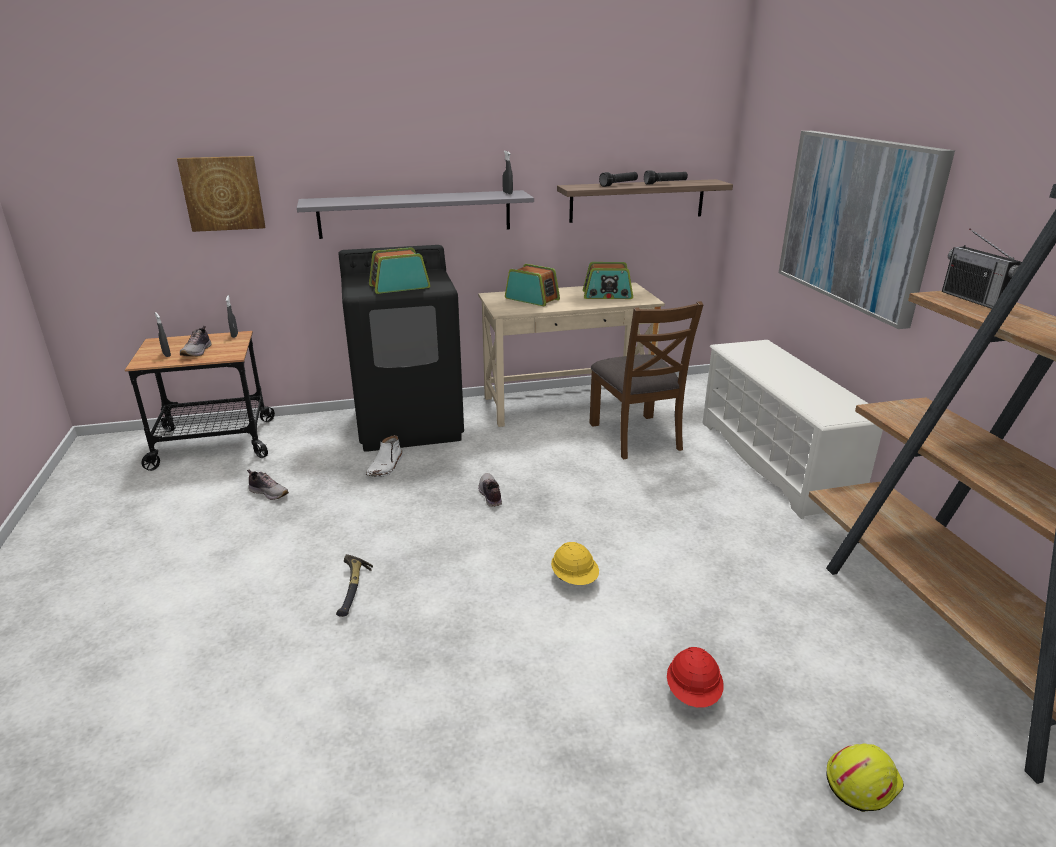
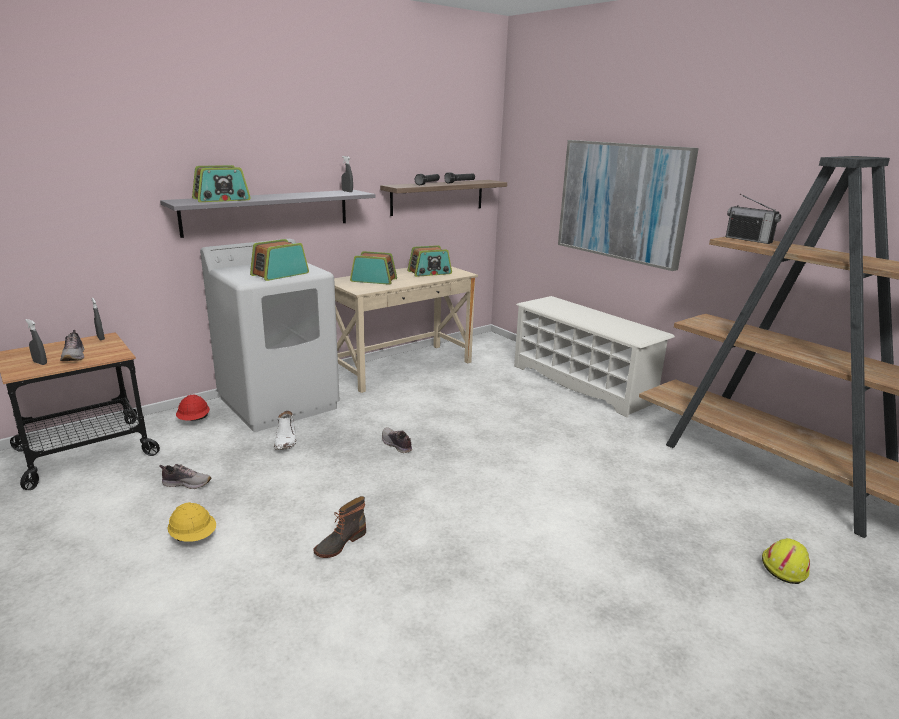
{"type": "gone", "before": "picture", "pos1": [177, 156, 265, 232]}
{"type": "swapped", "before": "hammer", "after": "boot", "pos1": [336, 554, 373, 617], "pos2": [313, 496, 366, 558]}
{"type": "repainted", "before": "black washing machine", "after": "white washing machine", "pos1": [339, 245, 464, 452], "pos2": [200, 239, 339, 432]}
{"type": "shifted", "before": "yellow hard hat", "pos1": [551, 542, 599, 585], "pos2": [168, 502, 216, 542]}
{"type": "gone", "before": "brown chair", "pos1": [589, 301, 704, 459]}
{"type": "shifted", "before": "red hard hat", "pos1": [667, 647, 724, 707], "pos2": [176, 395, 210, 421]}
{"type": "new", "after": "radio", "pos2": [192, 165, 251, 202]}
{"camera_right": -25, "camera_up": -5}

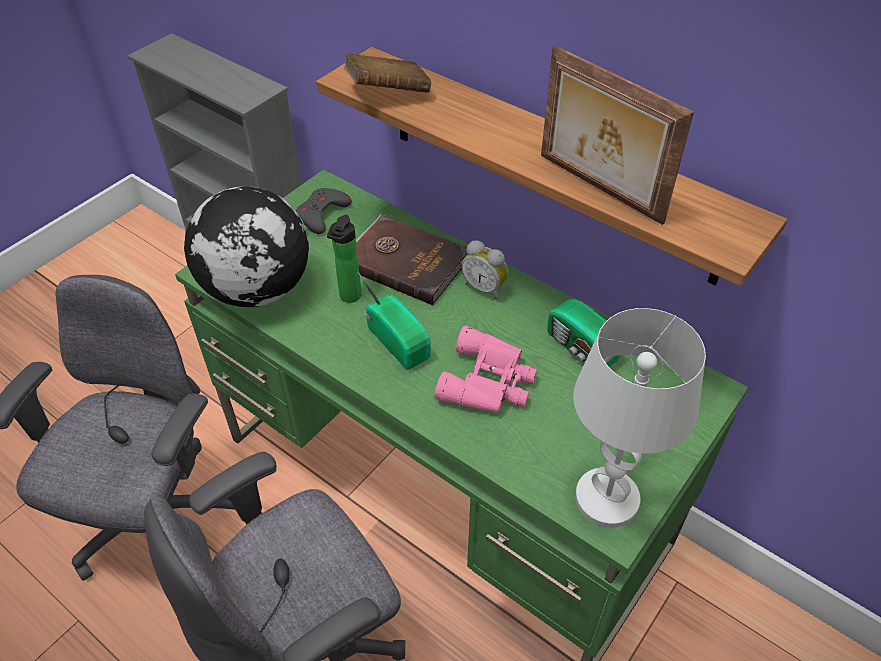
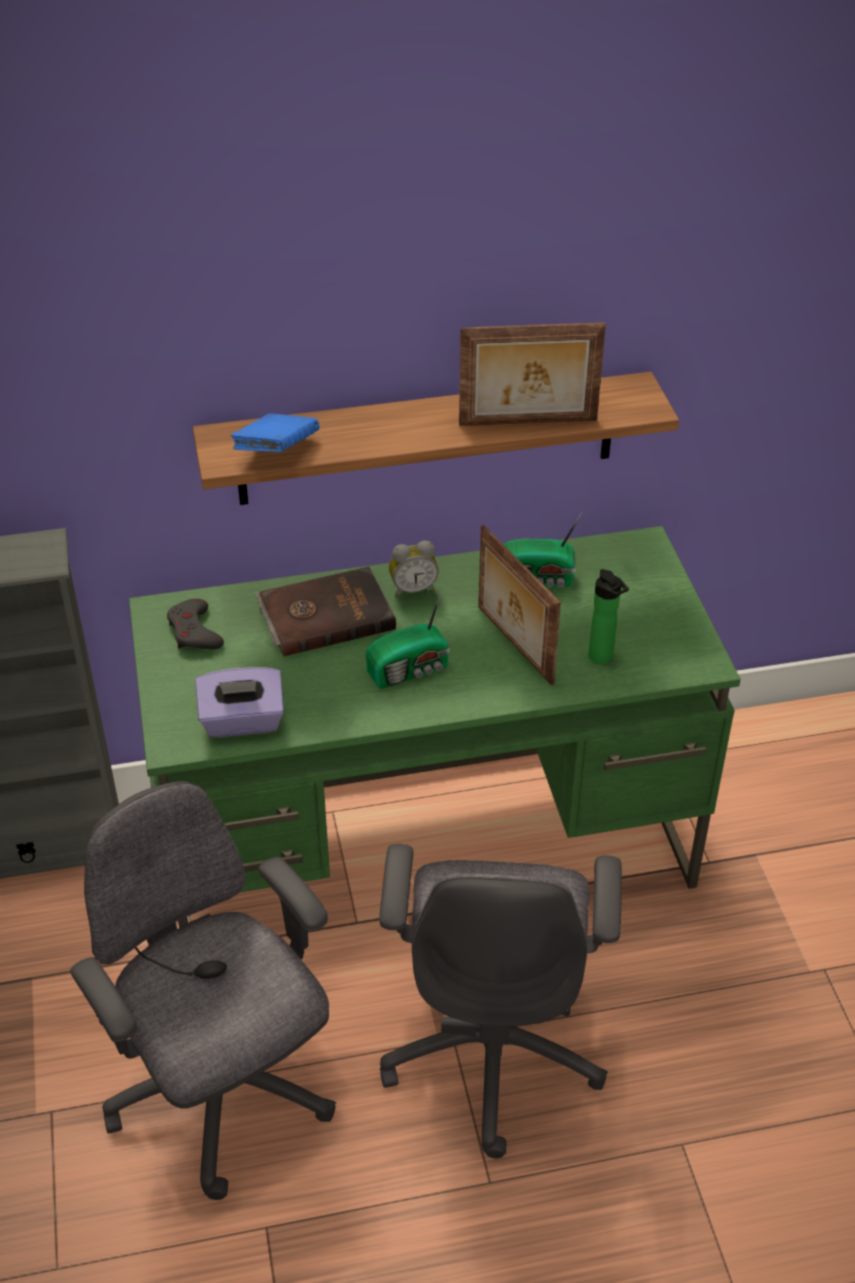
{"type": "swapped", "before": "globe", "after": "purple tissue box", "pos1": [184, 187, 309, 307], "pos2": [195, 667, 284, 737]}
{"type": "shifted", "before": "bottle", "pos1": [327, 215, 362, 303], "pos2": [589, 569, 629, 665]}
{"type": "repainted", "before": "brown book", "after": "blue book", "pos1": [343, 53, 431, 93], "pos2": [231, 414, 319, 452]}
{"type": "rotated", "before": "radio", "pos1": [358, 272, 431, 370], "pos2": [366, 589, 450, 689], "turn": 150}
{"type": "swapped", "before": "pink binoculars", "after": "picture frame", "pos1": [434, 326, 537, 413], "pos2": [478, 525, 561, 686]}
{"type": "gone", "before": "white table lamp", "pos1": [573, 308, 706, 528]}
{"camera_right": -50, "camera_up": -5}

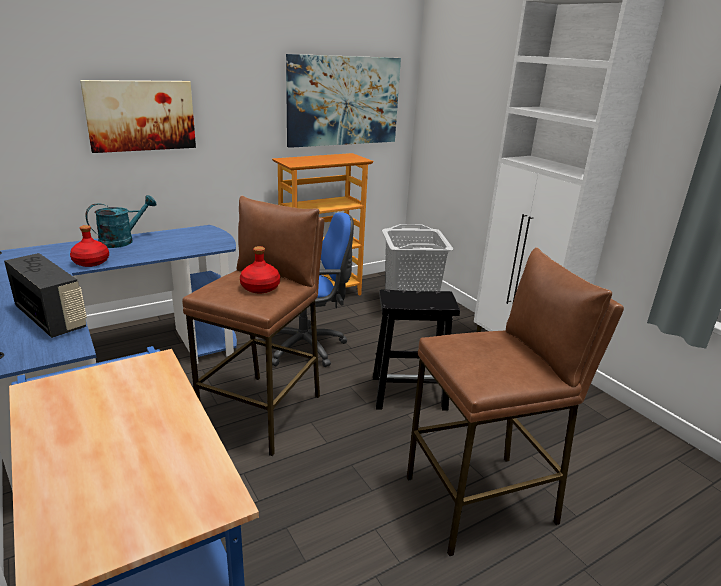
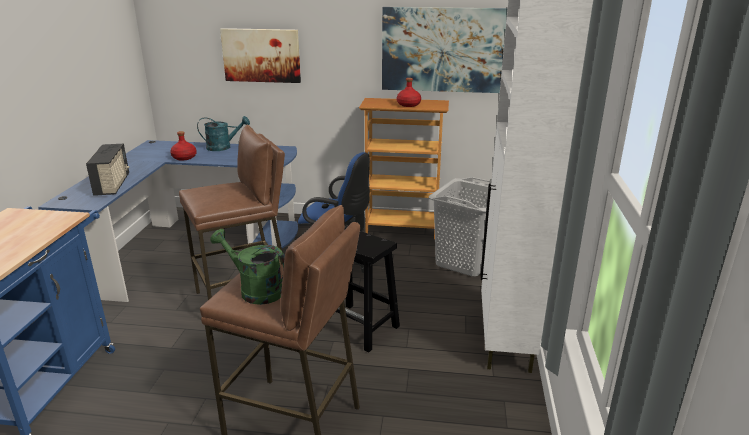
{"type": "shifted", "before": "red bottle", "pos1": [240, 246, 280, 293], "pos2": [397, 78, 421, 107]}
{"type": "new", "after": "green watering can", "pos2": [210, 229, 285, 305]}
{"camera_right": 40, "camera_up": 0}

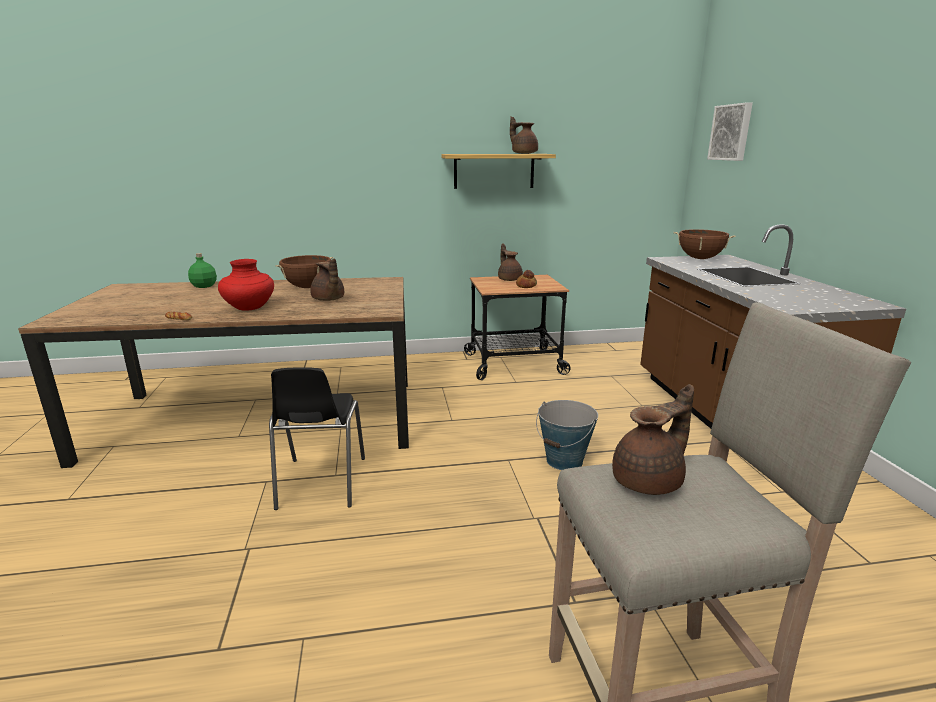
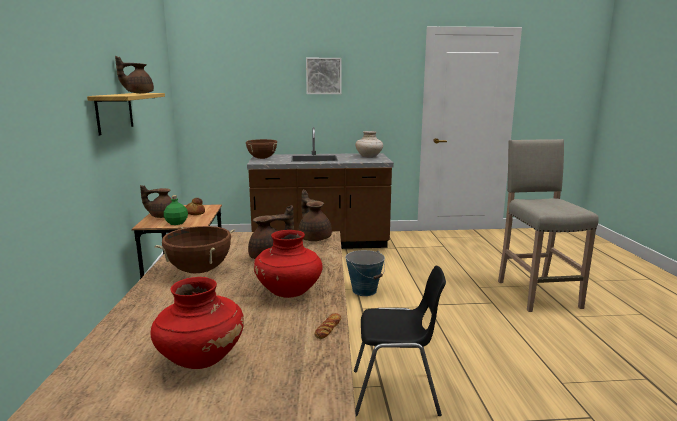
{"type": "shifted", "before": "green bottle", "pos1": [188, 253, 217, 288], "pos2": [164, 195, 188, 225]}
{"type": "shifted", "before": "brown teapot", "pos1": [612, 384, 694, 495], "pos2": [298, 190, 332, 241]}
{"type": "shifted", "before": "picture", "pos1": [707, 102, 753, 161], "pos2": [306, 58, 342, 94]}
{"type": "new", "after": "red vase", "pos2": [150, 277, 244, 369]}
{"type": "new", "after": "beige vase", "pos2": [355, 131, 383, 158]}
{"camera_right": -85, "camera_up": -5}

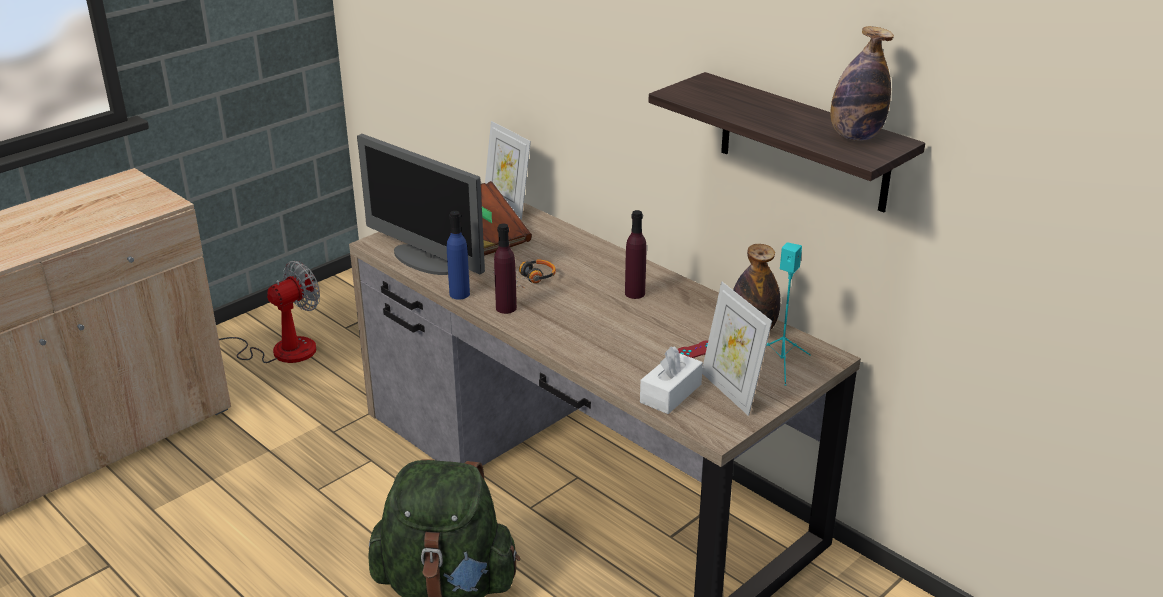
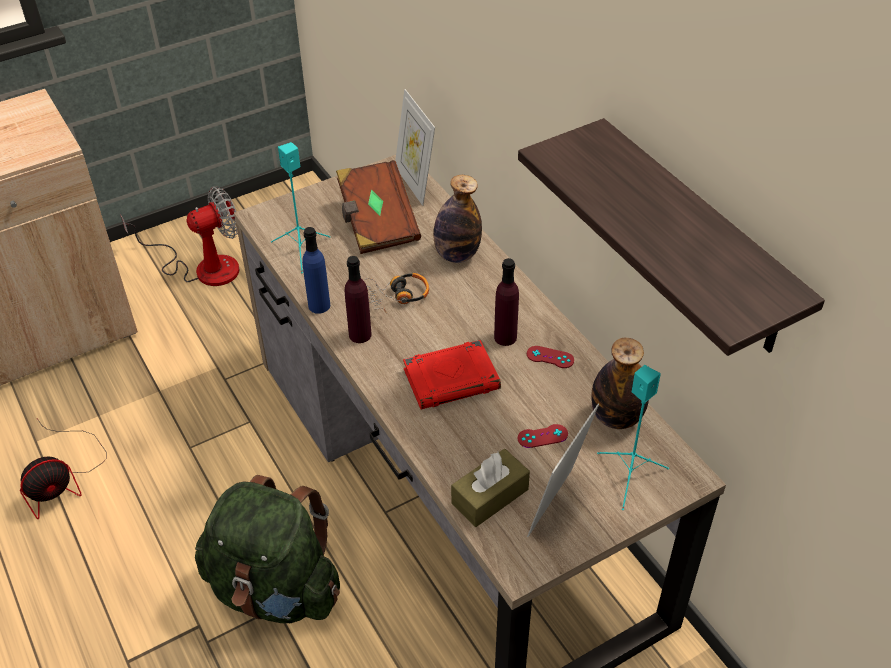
{"type": "swapped", "before": "monitor", "after": "turquoise speaker", "pos1": [357, 134, 485, 275], "pos2": [271, 142, 330, 273]}
{"type": "repainted", "before": "white tissue box", "after": "brown tissue box", "pos1": [640, 346, 703, 414], "pos2": [451, 449, 530, 527]}
{"type": "rotated", "before": "picture frame", "pos1": [702, 282, 772, 416], "pos2": [527, 404, 599, 537], "turn": 45}
{"type": "shifted", "before": "bottle", "pos1": [830, 26, 894, 141], "pos2": [433, 175, 482, 263]}
{"type": "new", "after": "fan", "pos2": [20, 419, 107, 519]}
{"type": "new", "after": "red book", "pos2": [403, 340, 501, 409]}
{"type": "new", "after": "red game controller", "pos2": [527, 346, 574, 368]}
{"camera_right": 15, "camera_up": 15}

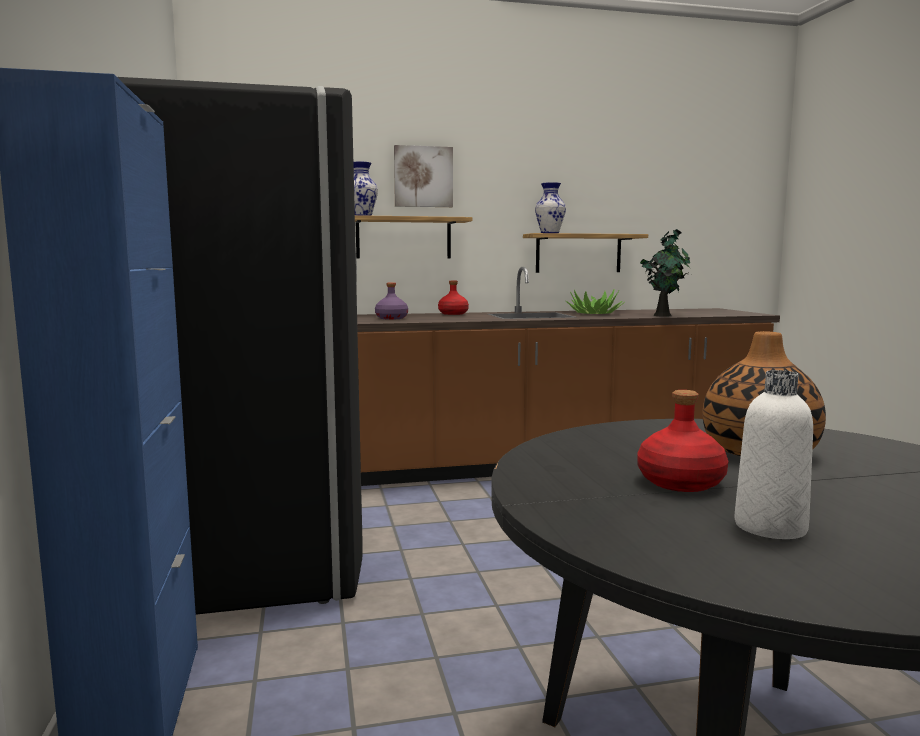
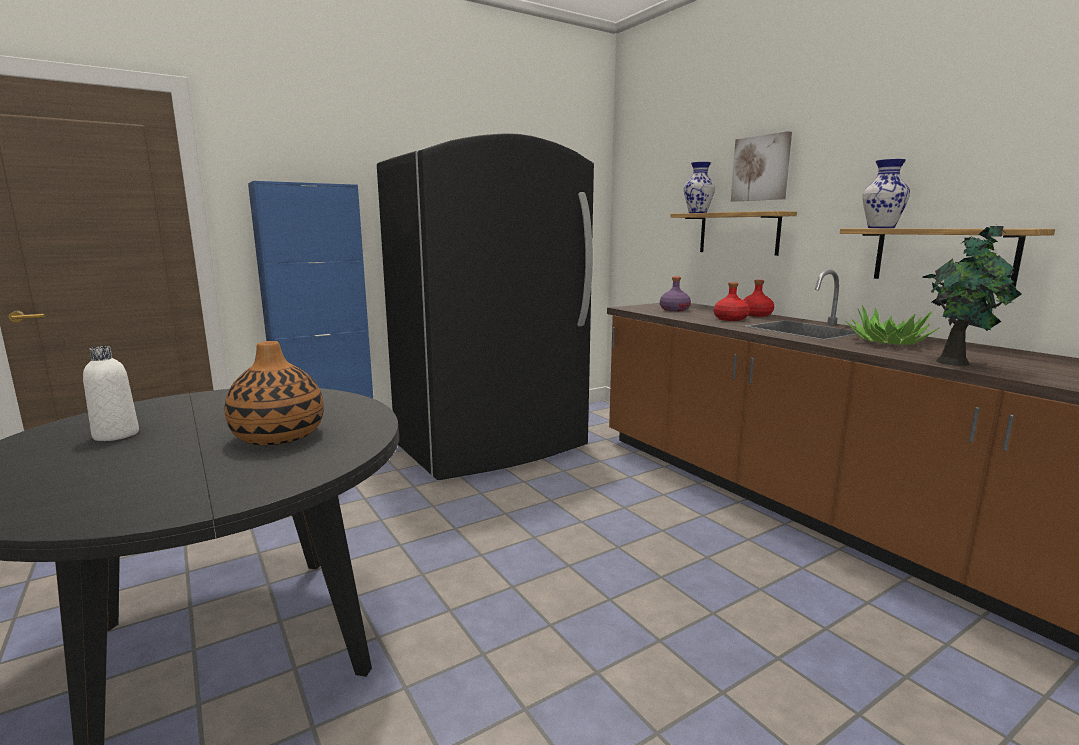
{"type": "shifted", "before": "red bottle", "pos1": [637, 390, 728, 492], "pos2": [714, 282, 749, 321]}
{"camera_right": 70, "camera_up": 5}

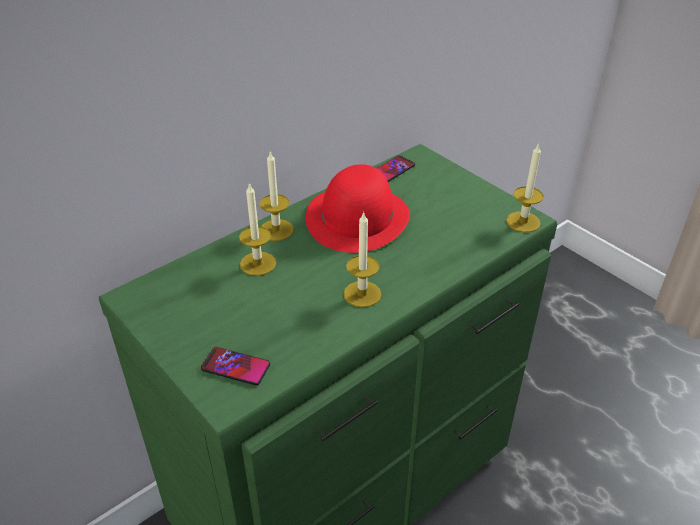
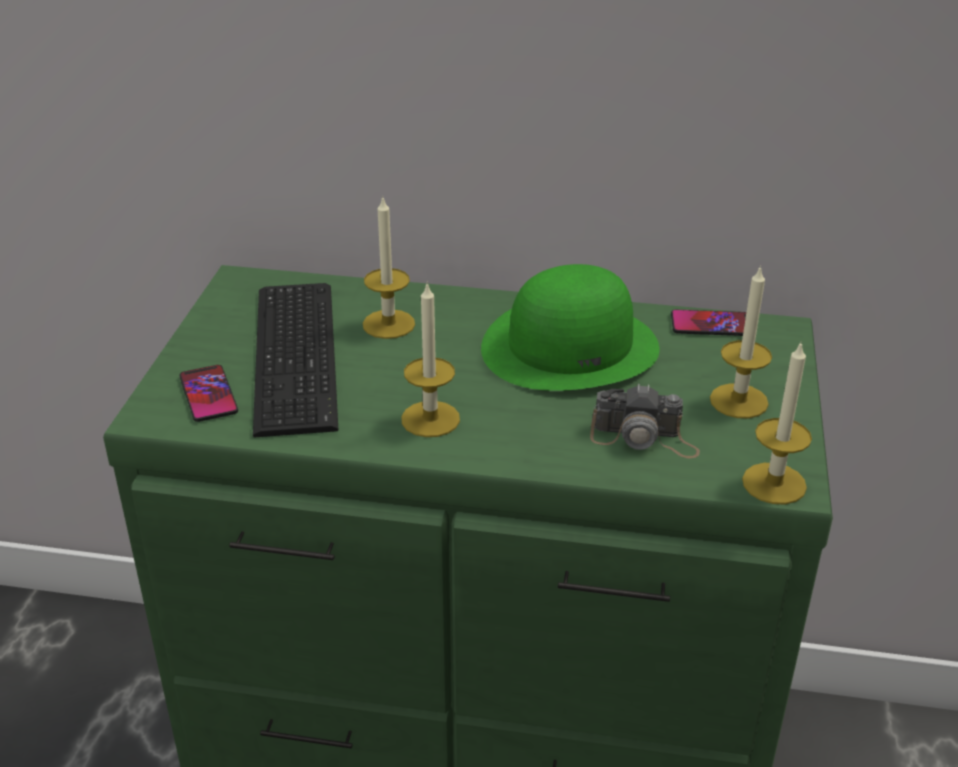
{"type": "shifted", "before": "candle", "pos1": [260, 152, 294, 241], "pos2": [710, 265, 772, 418]}
{"type": "repainted", "before": "red hat", "after": "green hat", "pos1": [306, 164, 410, 253], "pos2": [481, 264, 659, 391]}
{"type": "new", "after": "keyboard", "pos2": [253, 283, 338, 438]}
{"type": "new", "after": "photo camera", "pos2": [590, 384, 700, 458]}
{"camera_right": 50, "camera_up": -5}

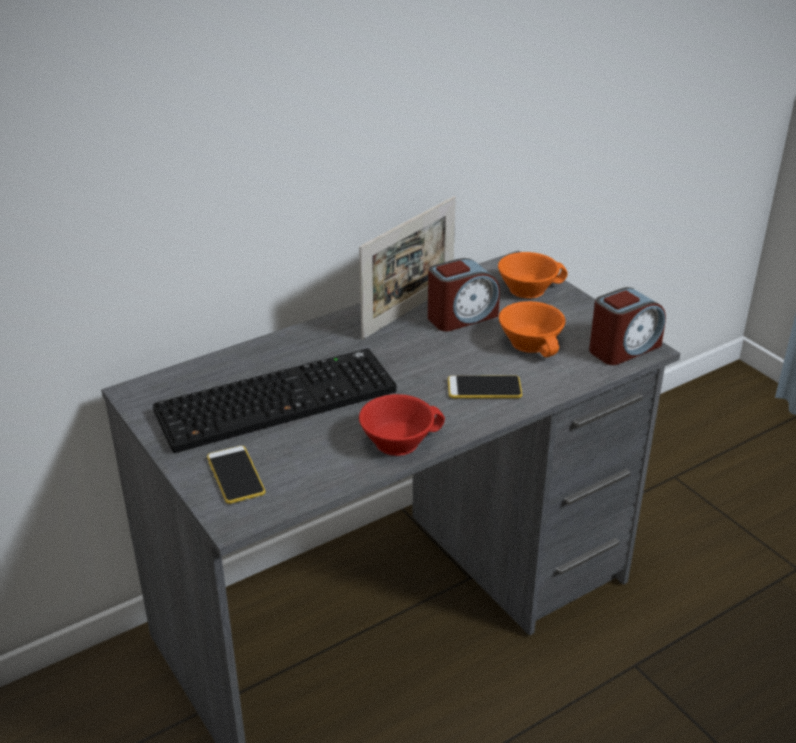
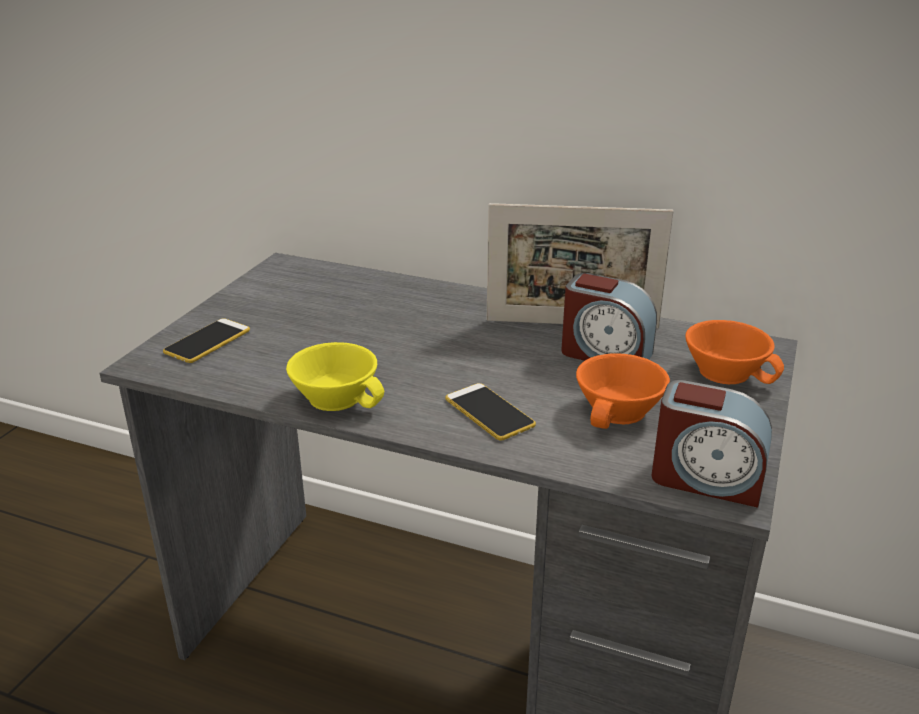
{"type": "gone", "before": "keyboard", "pos1": [153, 348, 397, 453]}
{"type": "repainted", "before": "red cup", "after": "yellow cup", "pos1": [359, 394, 445, 456], "pos2": [286, 342, 384, 411]}
{"camera_right": 55, "camera_up": -5}

